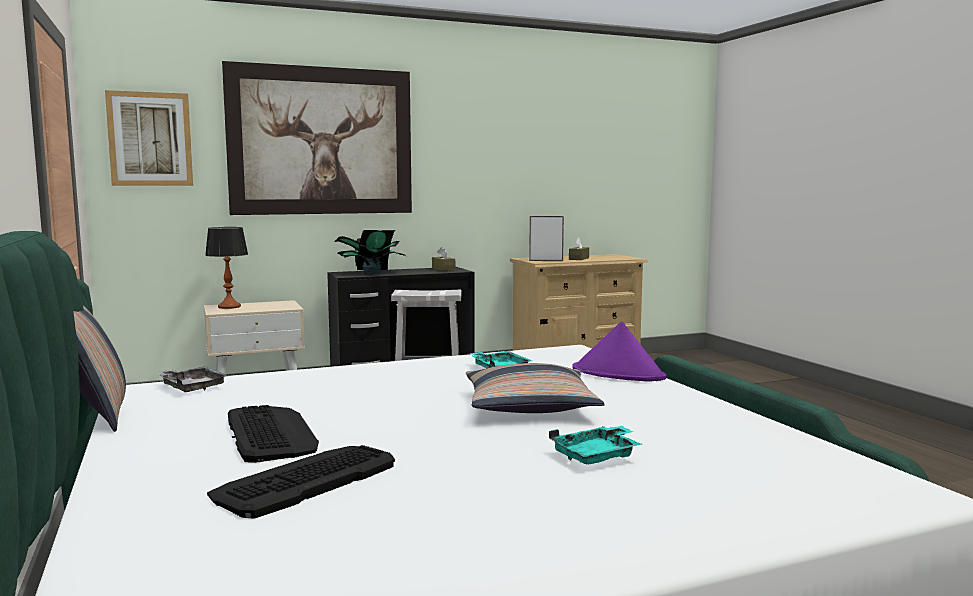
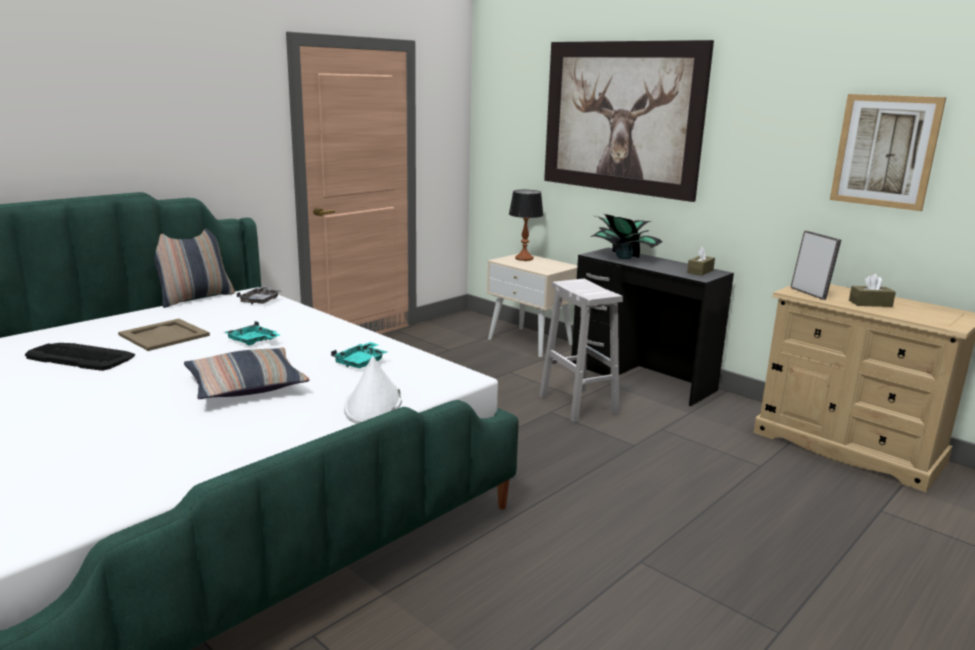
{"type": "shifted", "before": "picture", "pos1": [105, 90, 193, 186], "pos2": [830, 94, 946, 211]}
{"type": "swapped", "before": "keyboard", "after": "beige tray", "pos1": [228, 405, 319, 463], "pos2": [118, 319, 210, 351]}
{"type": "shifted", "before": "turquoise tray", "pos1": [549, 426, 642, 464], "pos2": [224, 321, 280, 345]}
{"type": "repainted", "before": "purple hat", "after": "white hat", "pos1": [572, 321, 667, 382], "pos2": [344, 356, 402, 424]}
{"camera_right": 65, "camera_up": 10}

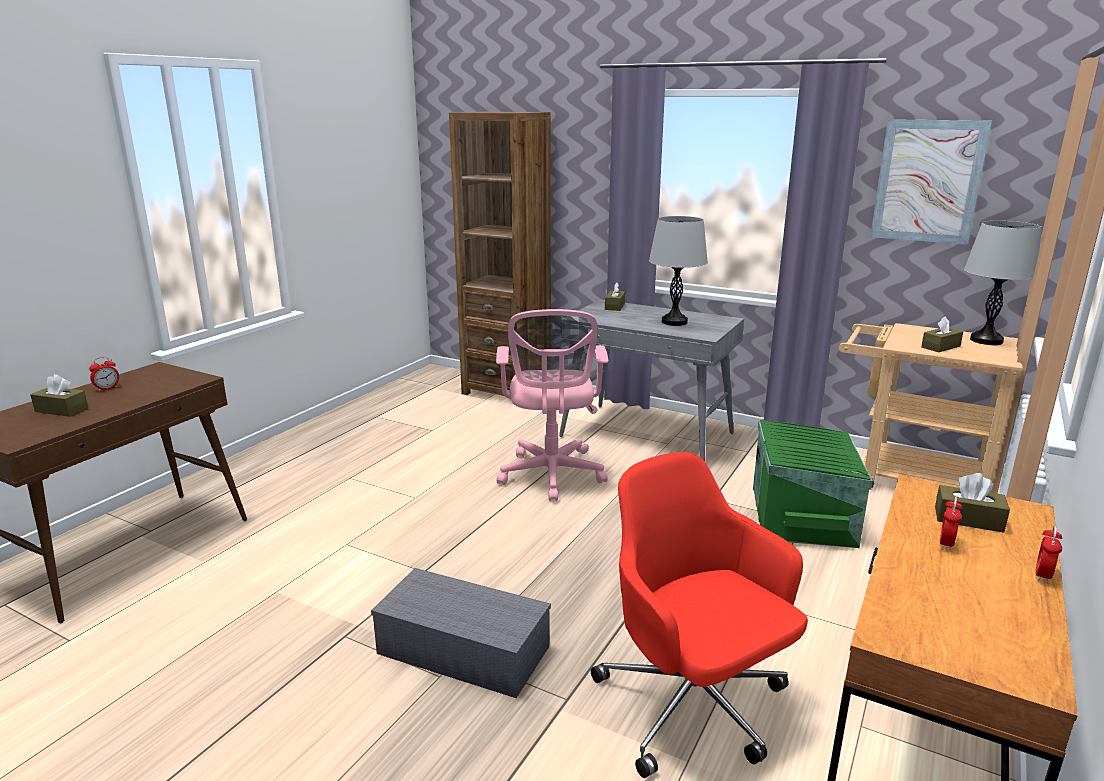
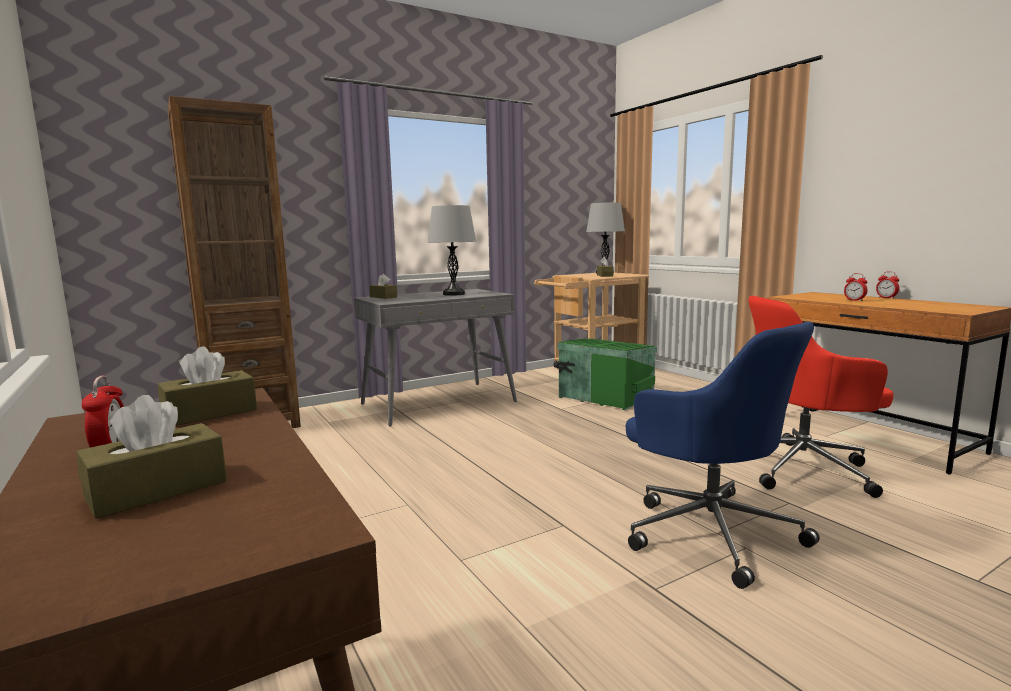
{"type": "swapped", "before": "grey storage box", "after": "blue office chair", "pos1": [371, 568, 551, 698], "pos2": [626, 321, 820, 589]}
{"type": "gone", "before": "pink office chair", "pos1": [496, 309, 608, 501]}
{"type": "gone", "before": "picture", "pos1": [870, 119, 992, 245]}
{"type": "shifted", "before": "brown tissue box", "pos1": [935, 473, 1010, 533], "pos2": [158, 347, 257, 426]}
{"camera_right": -60, "camera_up": -10}

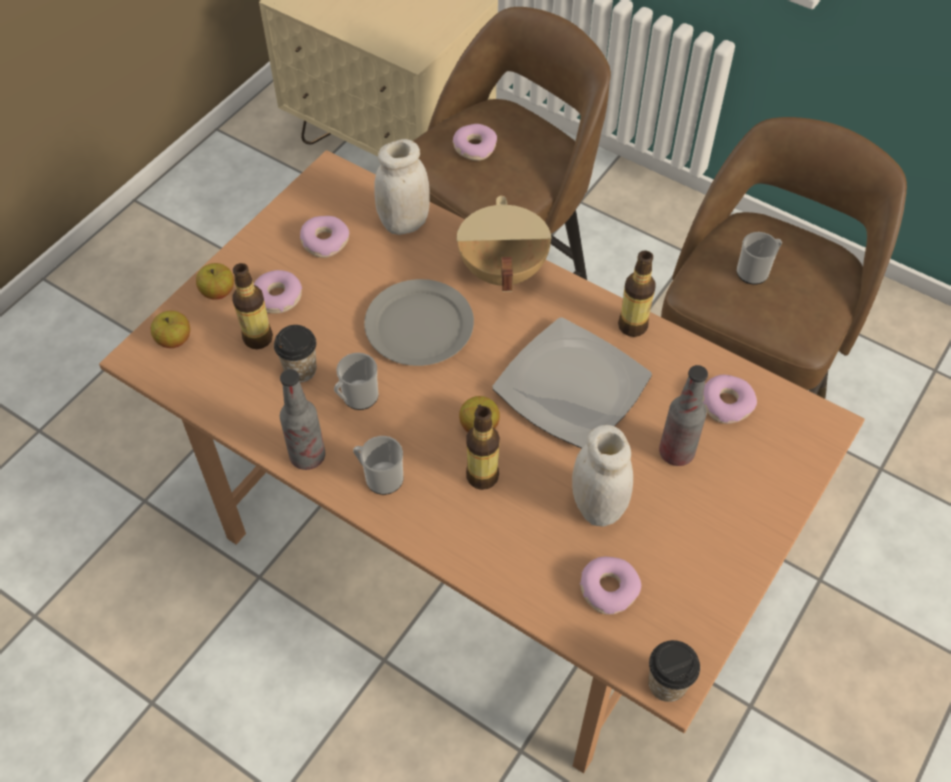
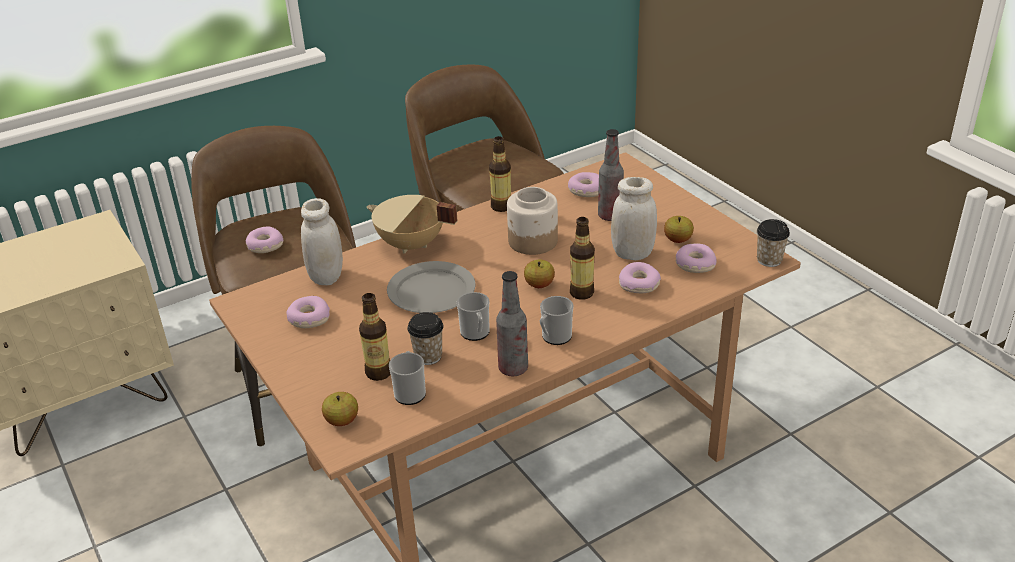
{"type": "shifted", "before": "apple", "pos1": [196, 263, 234, 300], "pos2": [664, 216, 694, 243]}
{"type": "shifted", "before": "donut", "pos1": [254, 270, 302, 314], "pos2": [619, 262, 661, 293]}
{"type": "swapped", "before": "plate", "after": "jar", "pos1": [492, 317, 652, 449], "pos2": [507, 187, 558, 255]}
{"type": "shifted", "before": "mug", "pos1": [737, 232, 782, 285], "pos2": [389, 351, 426, 405]}
{"camera_right": -65, "camera_up": -20}

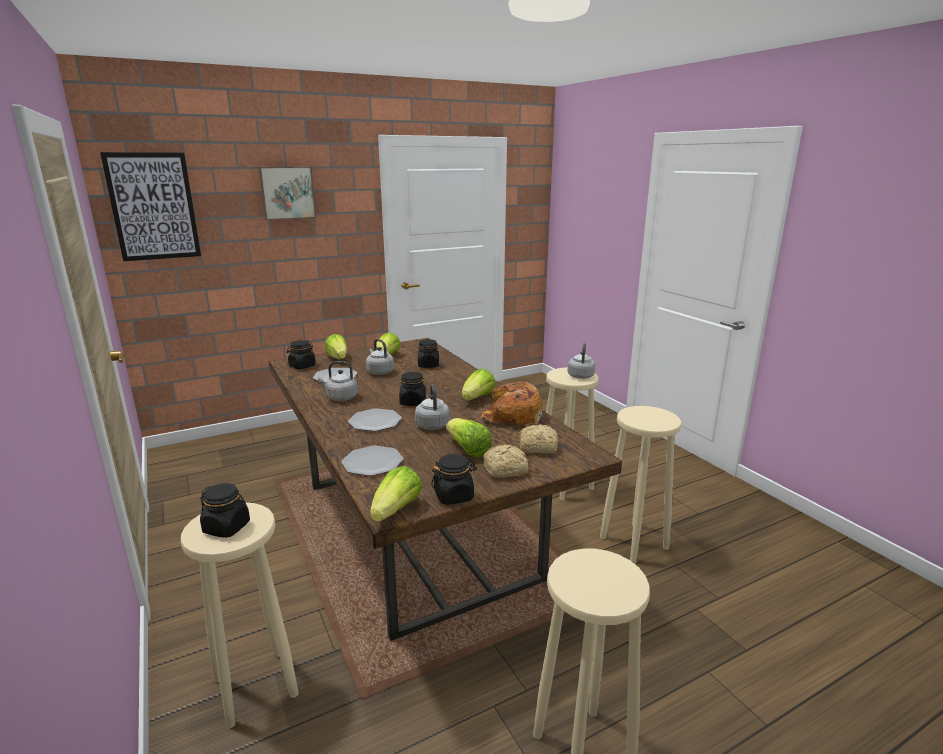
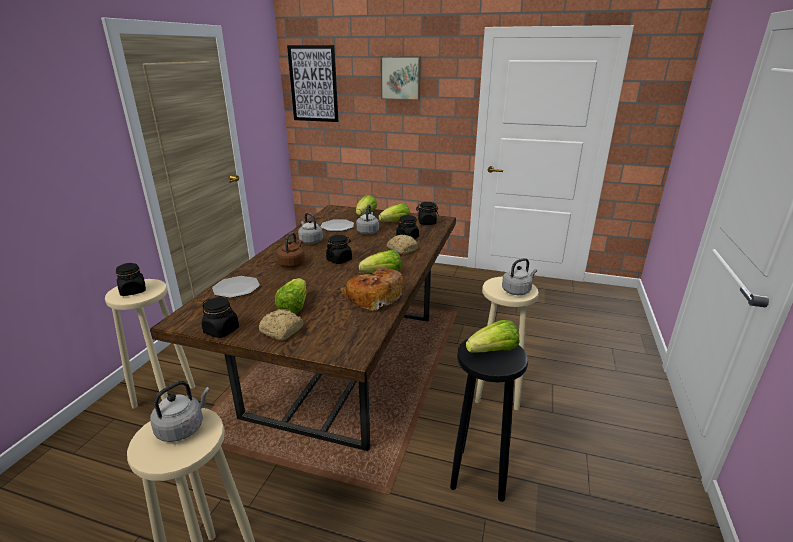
{"type": "shifted", "before": "black jar", "pos1": [287, 340, 316, 369], "pos2": [416, 202, 439, 225]}
{"type": "swapped", "before": "plate", "after": "brown kettle", "pos1": [348, 408, 402, 431], "pos2": [277, 232, 305, 268]}
{"type": "shifted", "before": "lettuce", "pos1": [370, 466, 422, 522], "pos2": [466, 320, 519, 353]}
{"type": "shifted", "before": "grey kettle", "pos1": [415, 384, 450, 430], "pos2": [150, 381, 210, 442]}
{"type": "shifted", "before": "bread", "pos1": [519, 424, 558, 454], "pos2": [387, 235, 418, 254]}
{"type": "repainted", "before": "beige stool", "after": "black stool", "pos1": [600, 406, 682, 564], "pos2": [450, 338, 528, 502]}
{"camera_right": 45, "camera_up": 5}

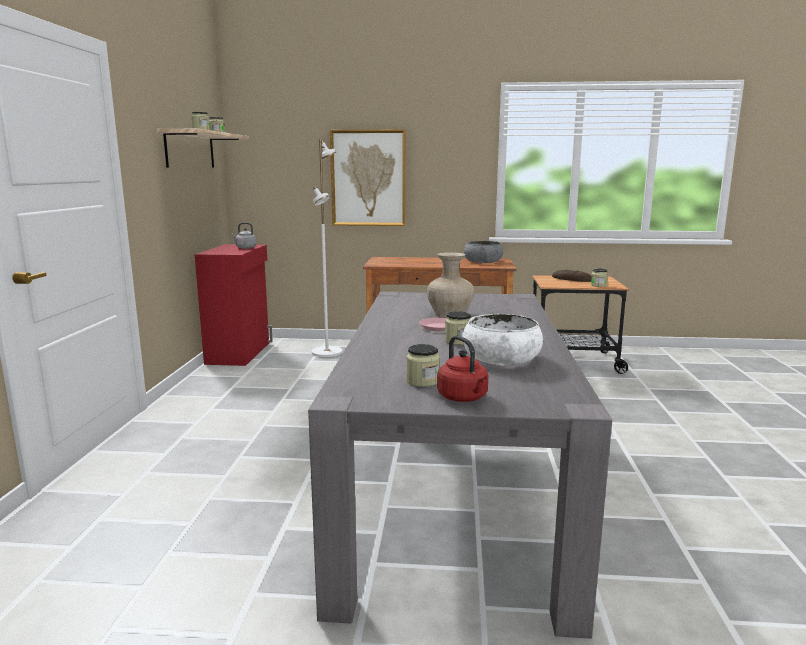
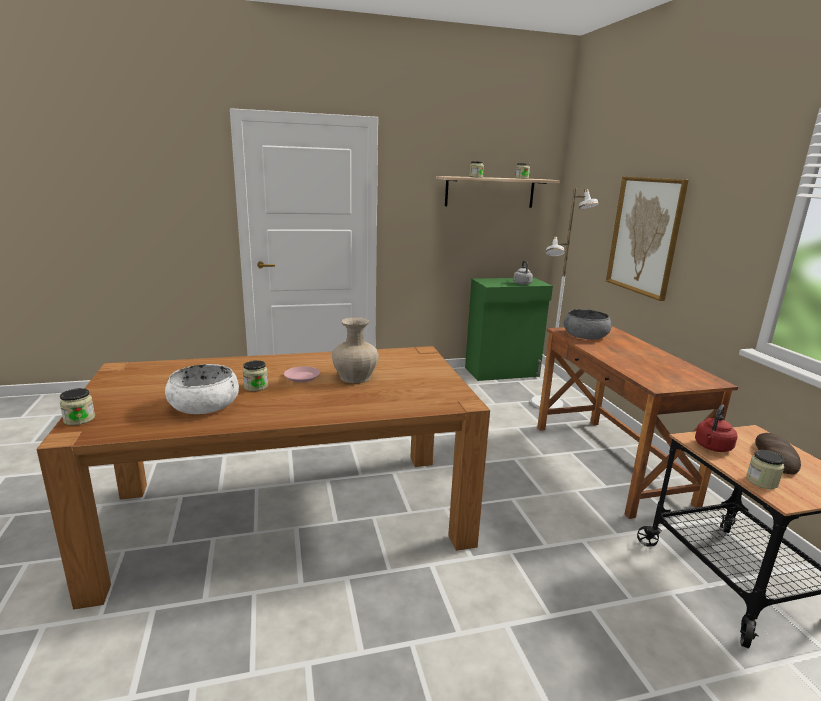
{"type": "repainted", "before": "red cabinet", "after": "green cabinet", "pos1": [194, 244, 273, 366], "pos2": [465, 277, 553, 381]}
{"type": "repainted", "before": "grey dining table", "after": "brown dining table", "pos1": [308, 292, 612, 639], "pos2": [37, 346, 490, 609]}
{"type": "shifted", "before": "jar", "pos1": [406, 344, 440, 387], "pos2": [60, 388, 95, 425]}
{"type": "shifted", "before": "red kettle", "pos1": [437, 336, 488, 402], "pos2": [695, 405, 737, 452]}
{"type": "shifted", "before": "grey bowl", "pos1": [464, 241, 503, 263], "pos2": [564, 309, 611, 339]}
{"camera_right": 70, "camera_up": 5}

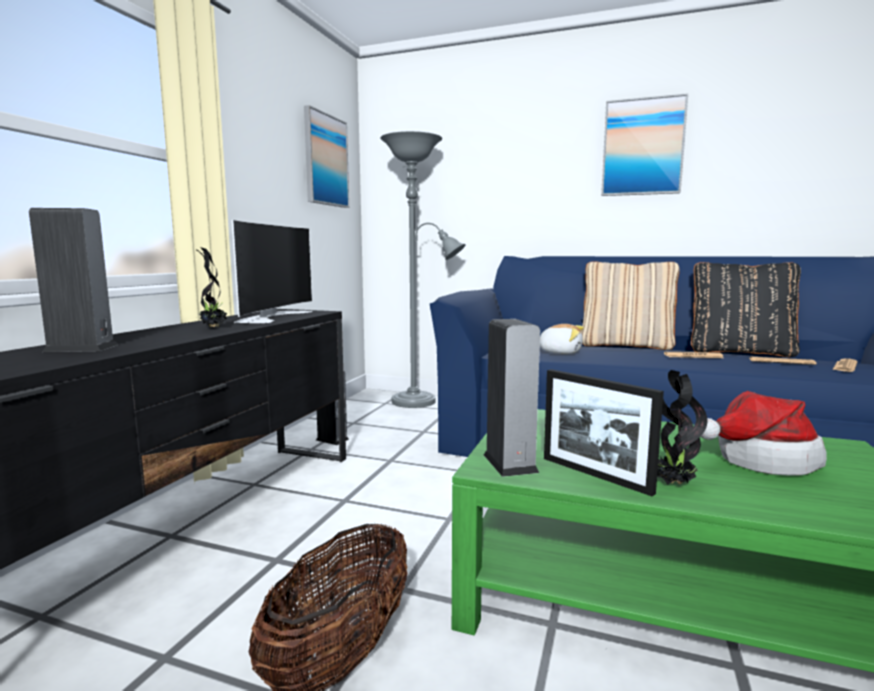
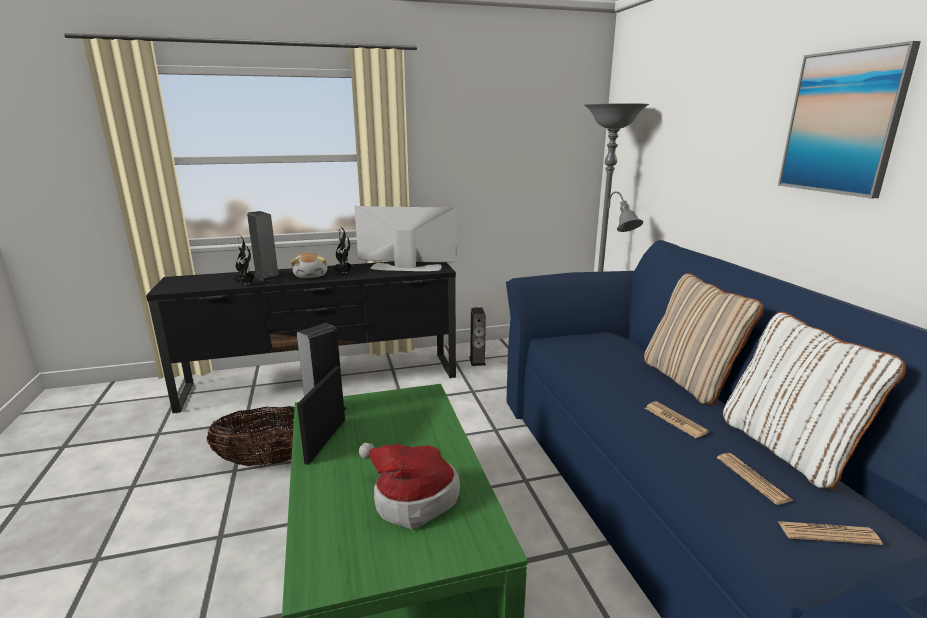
{"type": "rotated", "before": "television", "pos1": [232, 220, 313, 323], "pos2": [354, 206, 457, 271], "turn": -150}
{"type": "gone", "before": "picture", "pos1": [304, 105, 349, 208]}
{"type": "shifted", "before": "plush toy", "pos1": [540, 324, 584, 354], "pos2": [291, 253, 327, 278]}
{"type": "shifted", "before": "potted plant", "pos1": [657, 370, 707, 485], "pos2": [234, 235, 255, 285]}
{"type": "repainted", "before": "black pillow", "after": "white pillow", "pos1": [691, 262, 801, 357], "pos2": [723, 312, 906, 490]}
{"camera_right": 55, "camera_up": 10}

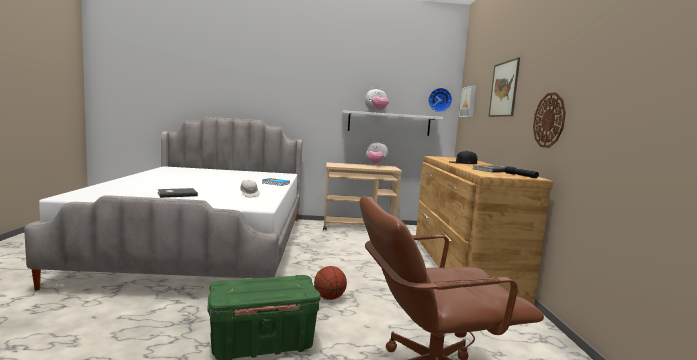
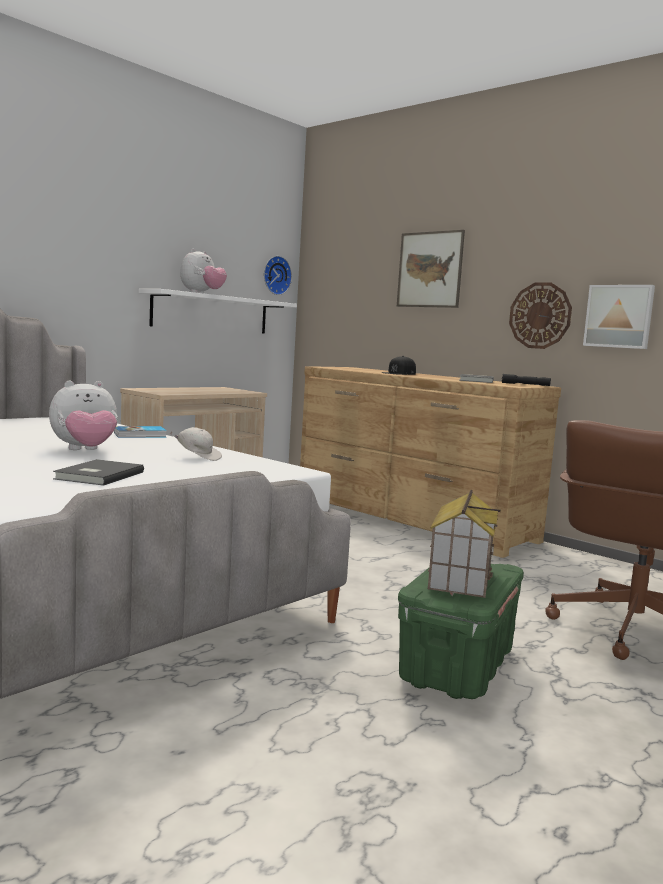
{"type": "gone", "before": "basketball", "pos1": [314, 266, 347, 300]}
{"type": "shifted", "before": "plush toy", "pos1": [366, 141, 388, 166], "pos2": [49, 380, 118, 450]}
{"type": "shifted", "before": "picture", "pos1": [459, 86, 476, 117], "pos2": [583, 285, 655, 349]}
{"type": "new", "after": "toy house", "pos2": [428, 490, 501, 598]}
{"camera_right": -45, "camera_up": 0}

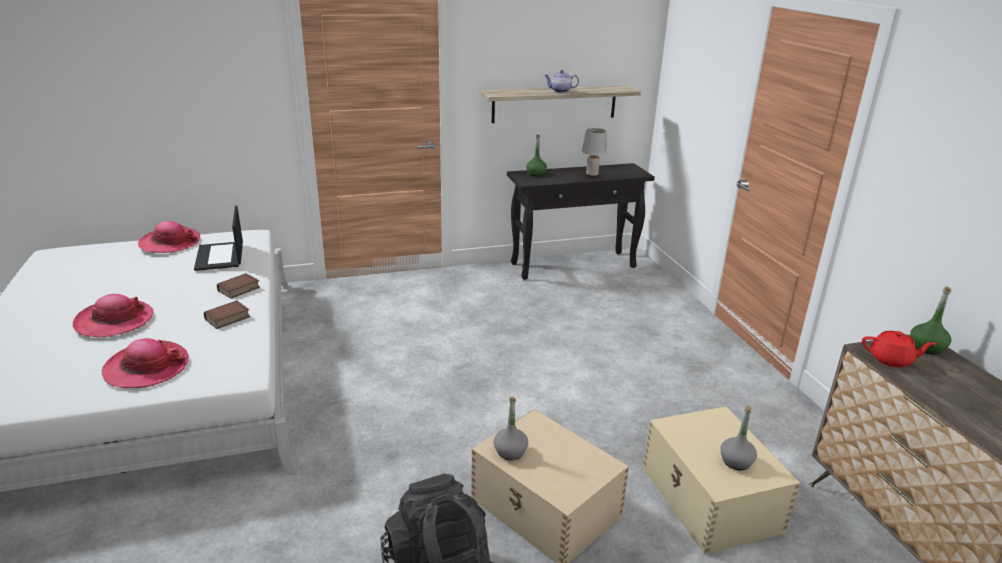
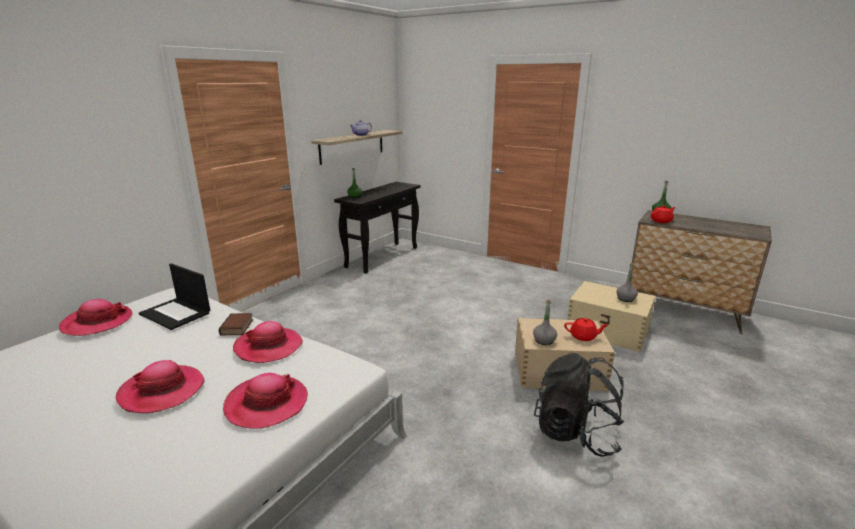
{"type": "swapped", "before": "book", "after": "hat", "pos1": [204, 301, 250, 329], "pos2": [233, 321, 303, 363]}
{"type": "gone", "before": "grey table lamp", "pos1": [582, 128, 607, 177]}
{"type": "new", "after": "red teapot", "pos2": [564, 318, 608, 341]}
{"camera_right": -40, "camera_up": -5}

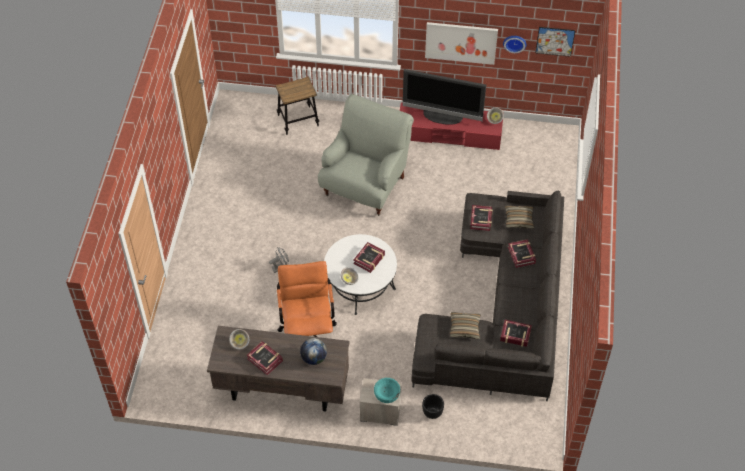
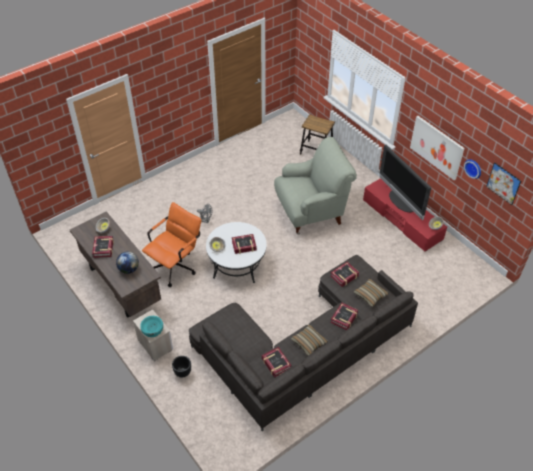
{"type": "shifted", "before": "pillow", "pos1": [450, 312, 481, 339], "pos2": [291, 324, 328, 356]}
{"camera_right": 45, "camera_up": -5}

